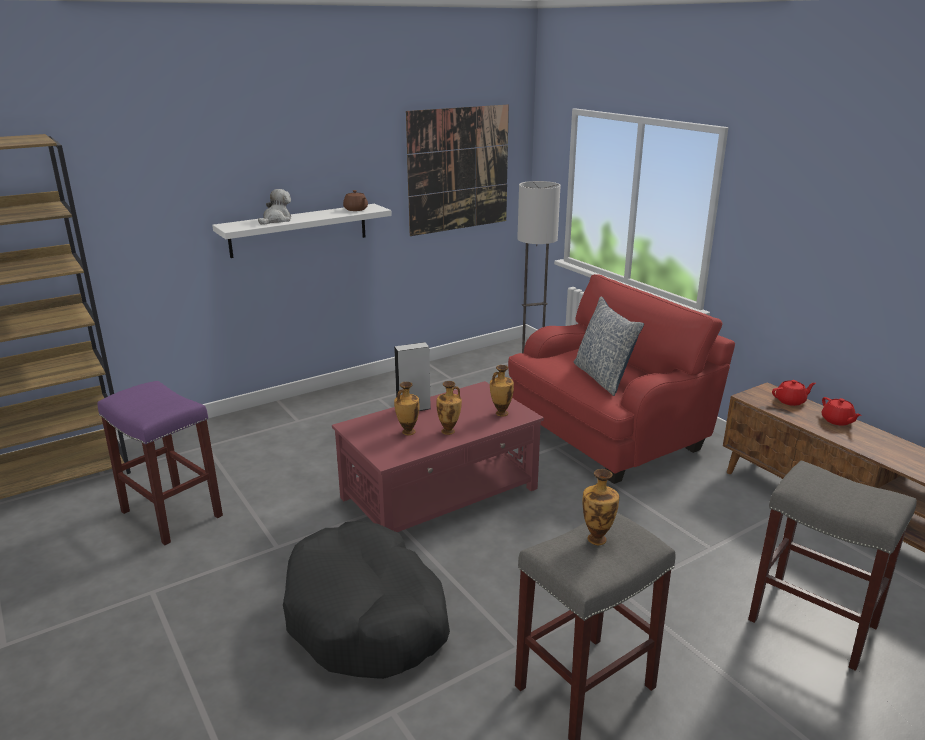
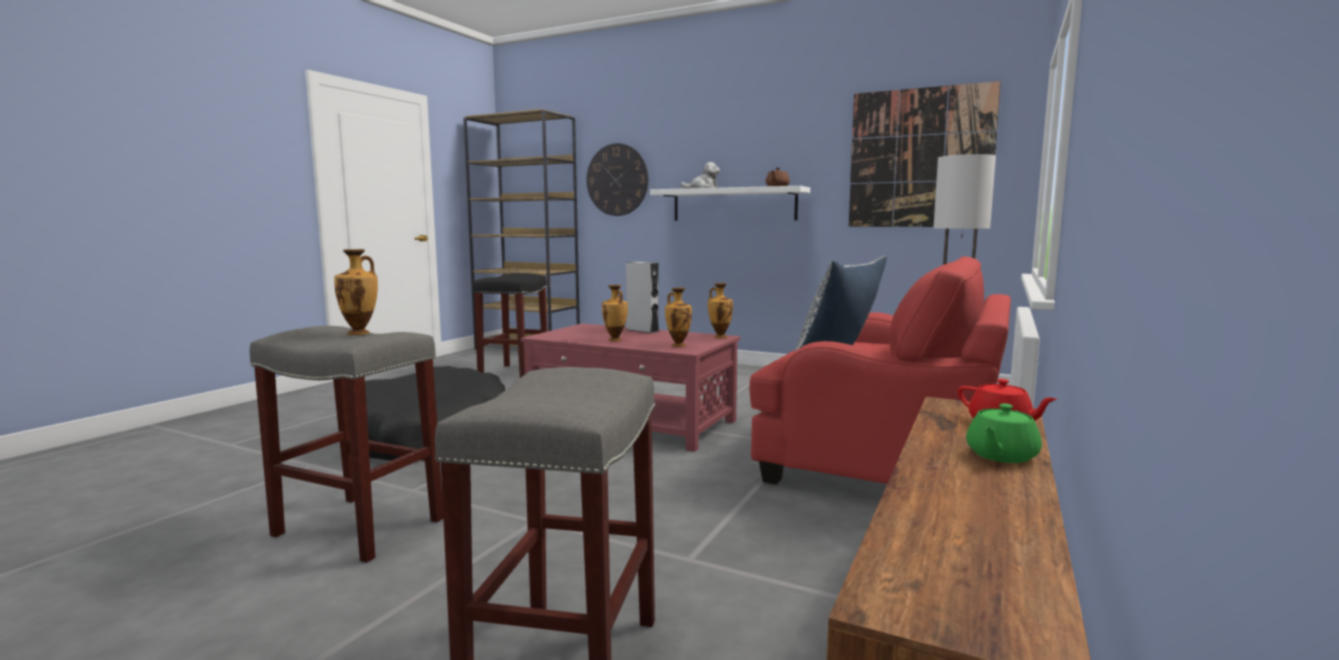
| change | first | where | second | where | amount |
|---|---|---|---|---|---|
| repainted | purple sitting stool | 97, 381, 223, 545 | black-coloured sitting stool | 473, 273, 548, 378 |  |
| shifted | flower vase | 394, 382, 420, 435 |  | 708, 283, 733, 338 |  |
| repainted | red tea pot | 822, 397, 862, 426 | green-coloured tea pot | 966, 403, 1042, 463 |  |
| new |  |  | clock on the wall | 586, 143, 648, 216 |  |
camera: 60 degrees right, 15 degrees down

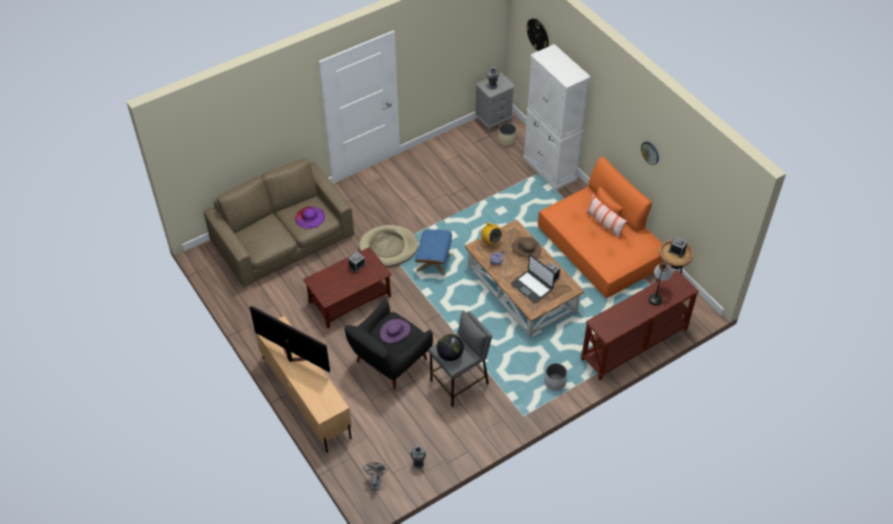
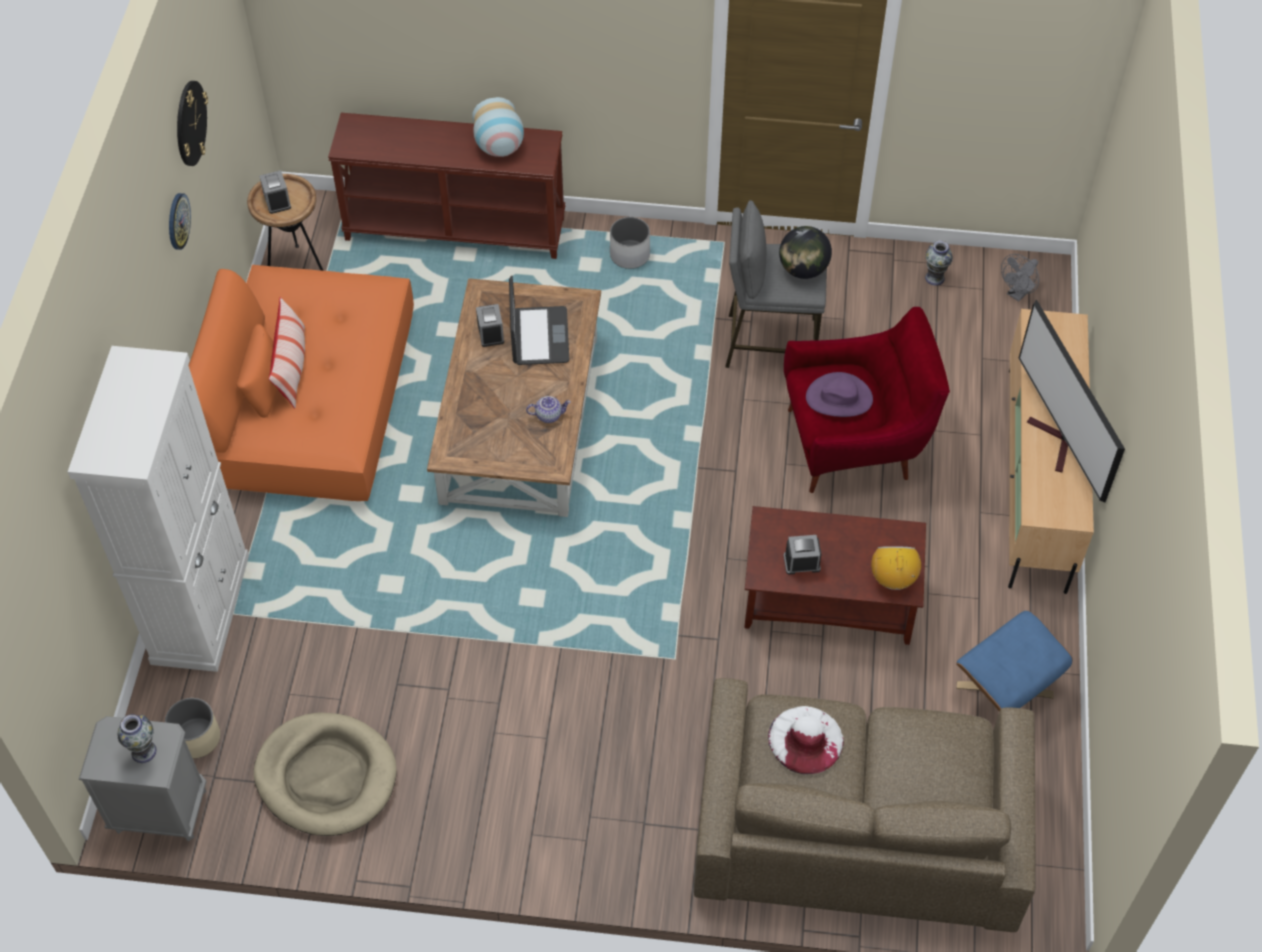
| change | first | where | second | where | amount |
|---|---|---|---|---|---|
| shifted | clock on the wall | 526, 18, 549, 51 |  | 177, 81, 208, 166 |  |
| repainted | purple hat | 295, 206, 325, 229 | whitish hat | 768, 706, 844, 774 |  |
| shifted | radio | 480, 222, 502, 246 |  | 871, 546, 921, 590 |  |
| shifted | sand-coloured dog bed | 359, 225, 418, 267 |  | 254, 713, 397, 836 |  |
| shifted | blue ottoman | 415, 229, 452, 276 |  | 956, 611, 1073, 712 |  |
| gone | brown hat | 512, 237, 541, 258 |  |  |  |
| gone | lamp for a table | 648, 262, 673, 306 |  |  |  |
| repainted | black-coloured lounge chair | 344, 299, 433, 390 | red lounge chair | 784, 307, 950, 493 |  |
| new |  |  | flower vase | 472, 97, 524, 157 |  |
camera: 140 degrees left, 5 degrees up

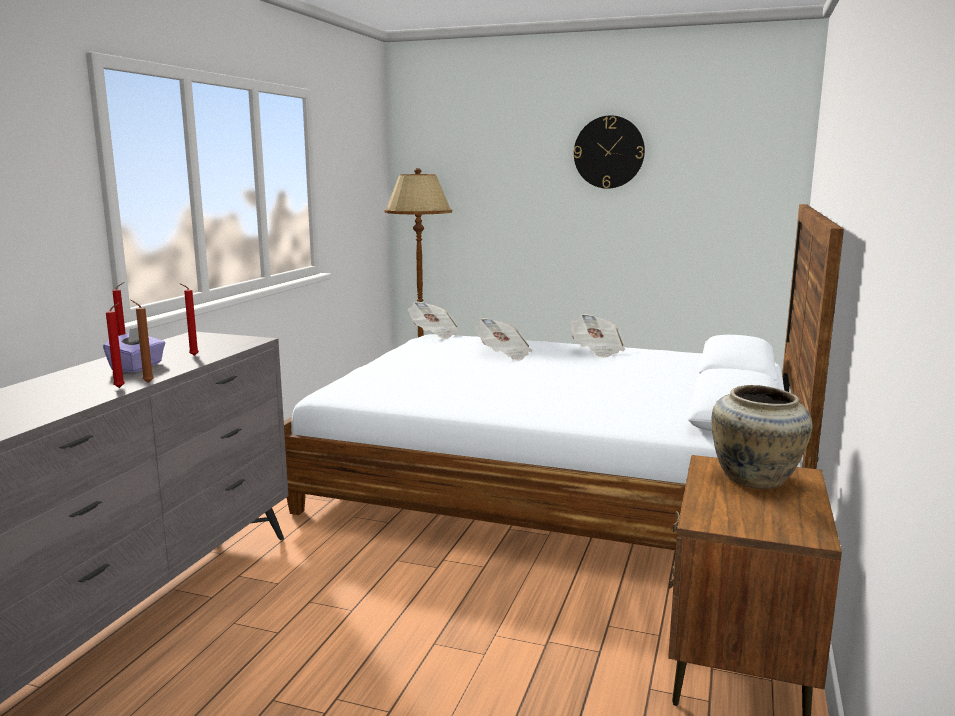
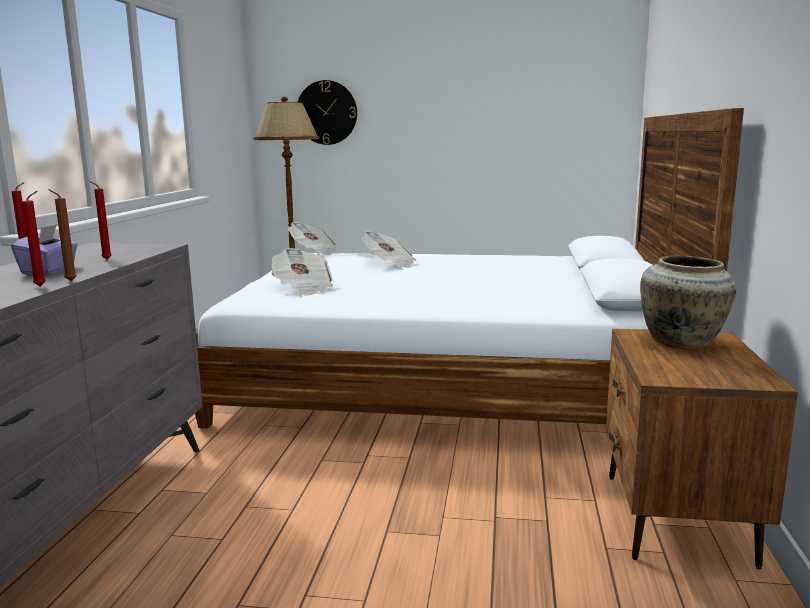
| change | first | where | second | where | amount |
|---|---|---|---|---|---|
| shifted | clock on the wall | 574, 115, 645, 189 |  | 298, 80, 357, 145 |  |
| shifted | printed paper | 571, 314, 625, 358 |  | 271, 248, 333, 296 |  |
camera: 10 degrees left, 0 degrees up

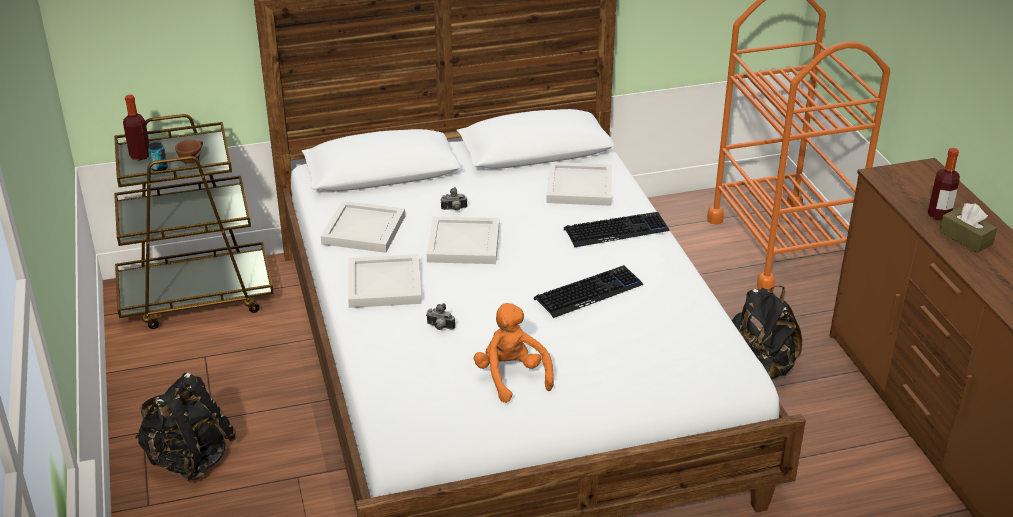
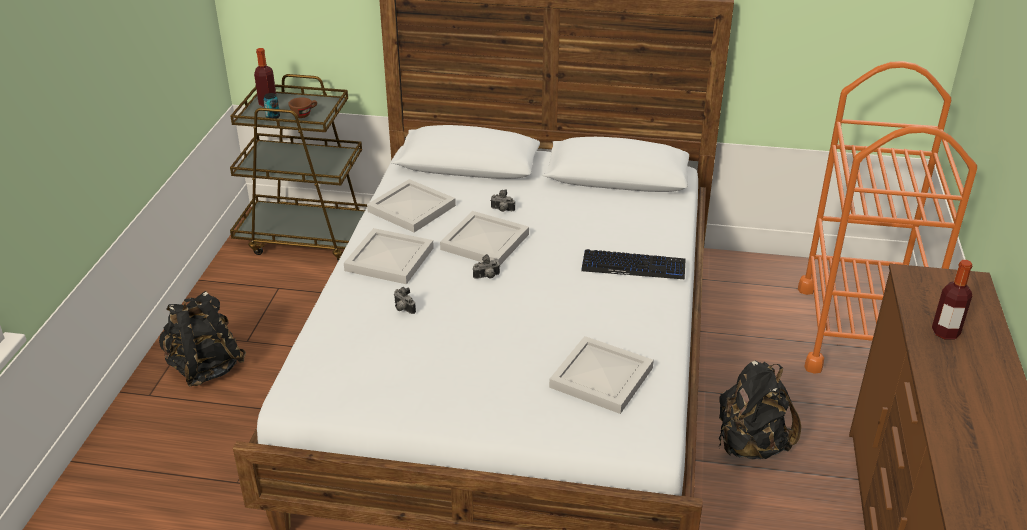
| change | first | where | second | where | amount |
|---|---|---|---|---|---|
| shifted | whitish tray | 546, 162, 612, 206 |  | 549, 336, 654, 414 |  |
| gone | brown tissue box | 939, 203, 997, 253 |  |  |  |
| gone | computer keyboard | 534, 265, 643, 318 |  |  |  |
| gone | orangey soft toy | 473, 303, 554, 403 |  |  |  |
| new |  |  | still camera | 473, 254, 500, 279 |  |
camera: 25 degrees right, 0 degrees up

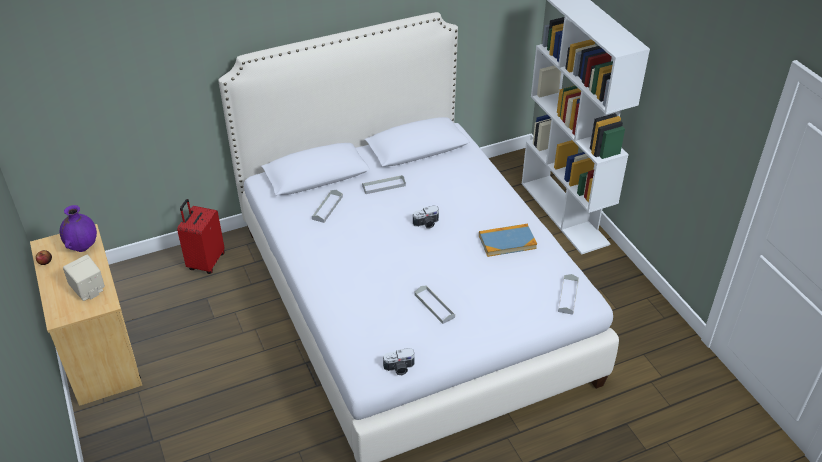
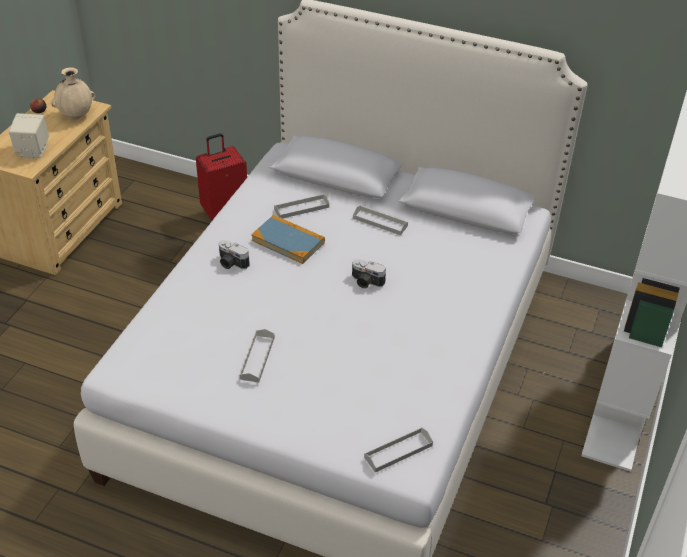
| change | first | where | second | where | amount |
|---|---|---|---|---|---|
| repainted | purple flower vase | 60, 205, 97, 252 | sand-coloured flower vase | 51, 67, 96, 120 |  |
| shifted | book | 479, 224, 537, 257 |  | 251, 215, 325, 264 |  |
| shifted | still camera | 383, 348, 414, 375 |  | 219, 240, 250, 269 |  |
camera: 45 degrees right, 0 degrees up

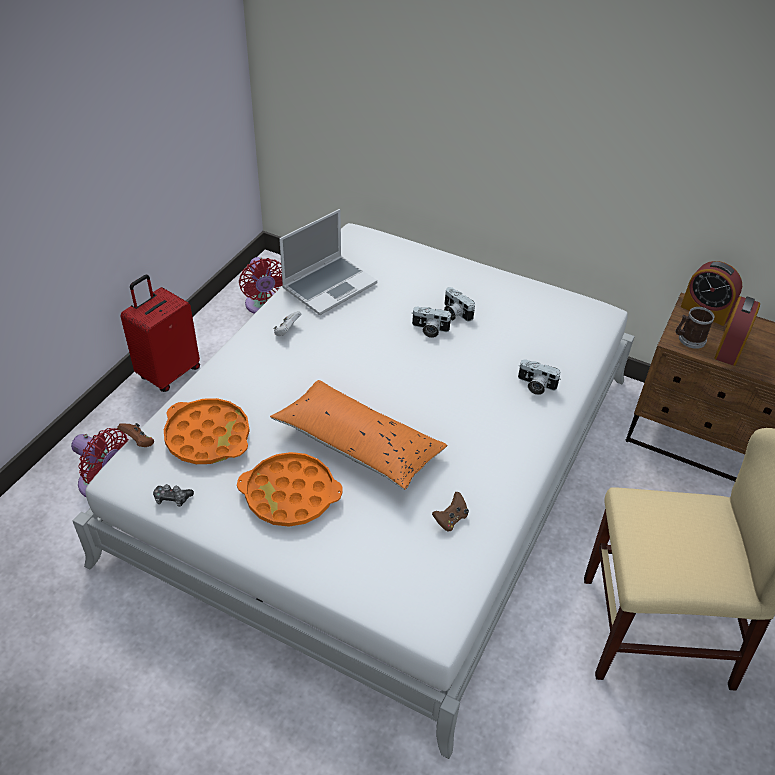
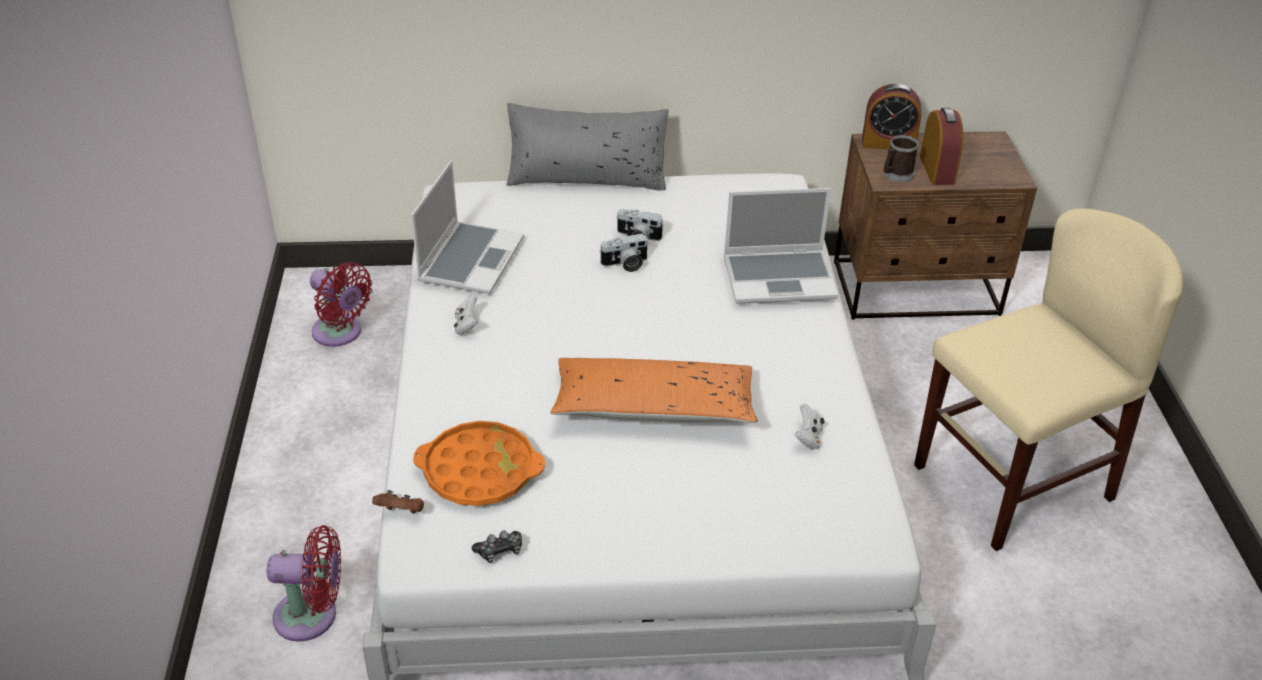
| change | first | where | second | where | amount |
|---|---|---|---|---|---|
| gone | red travel case | 120, 275, 200, 392 |  |  |  |
| swapped | still camera | 518, 359, 561, 395 | notebook computer | 724, 188, 838, 304 |  |
| gone | orangey tray | 237, 452, 342, 527 |  |  |  |
| repainted | brown gamepad | 432, 492, 469, 531 | whitish gamepad | 795, 404, 825, 450 |  |
| new |  |  | gray throw pillow | 506, 103, 668, 191 |  |
camera: 30 degrees left, 5 degrees down

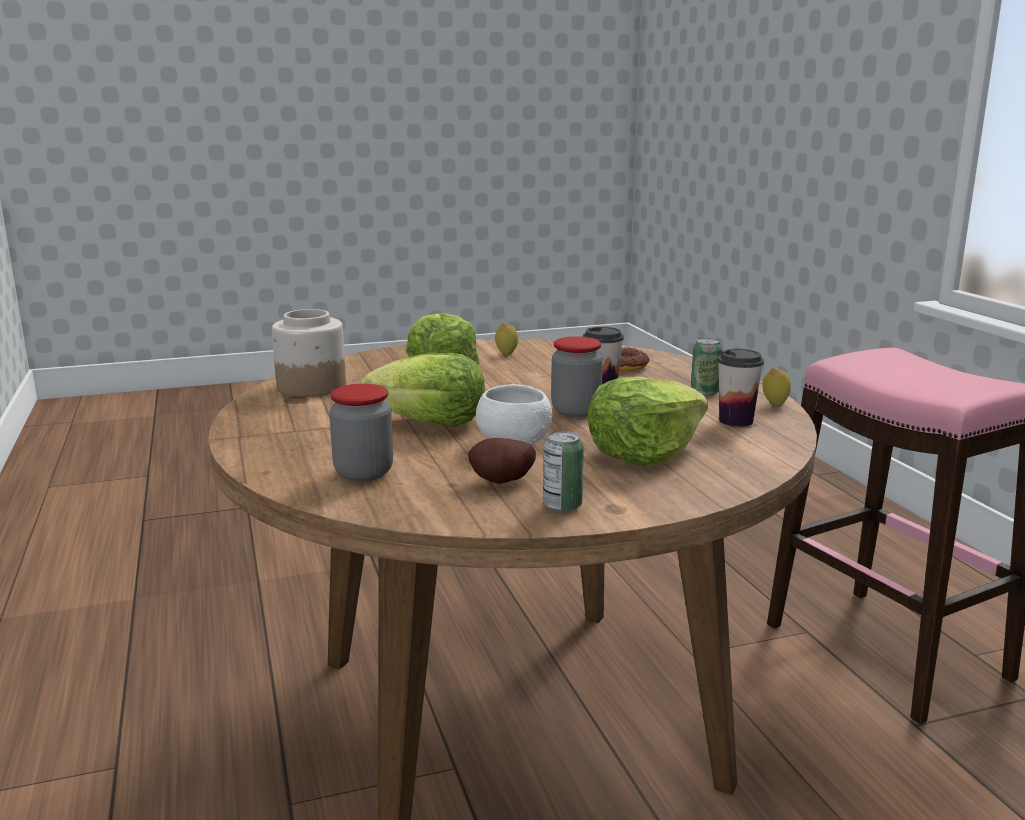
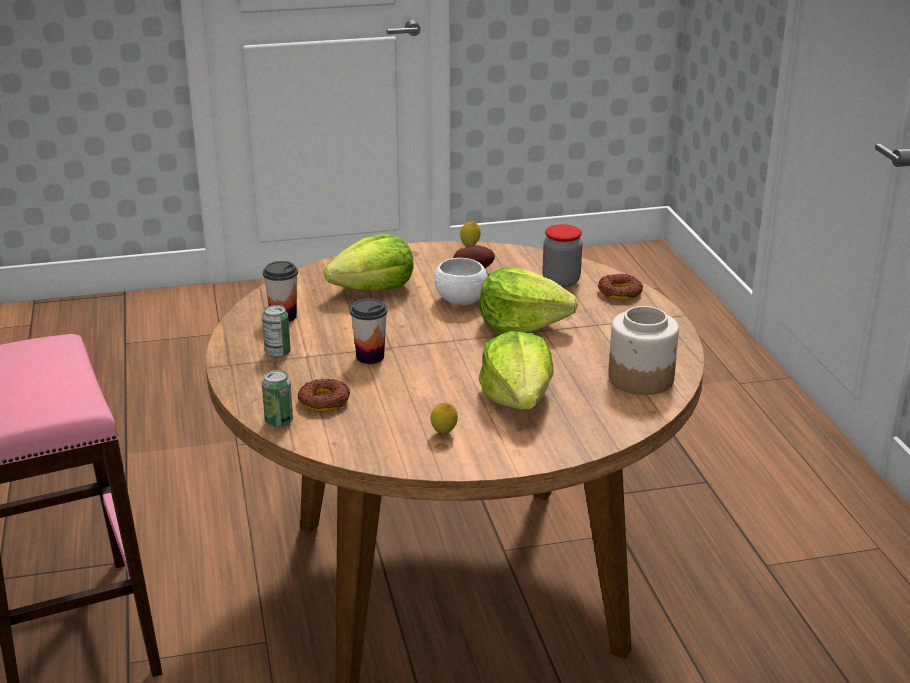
| change | first | where | second | where | amount |
|---|---|---|---|---|---|
| gone | preserve jar | 551, 336, 603, 417 |  |  |  |
| shifted | whole lemon | 762, 368, 791, 406 |  | 460, 222, 481, 247 |  |
| shifted | sealed can | 543, 431, 584, 512 |  | 262, 370, 293, 428 |  |
| new |  |  | donut | 598, 274, 643, 300 |  |
camera: 175 degrees left, 10 degrees up

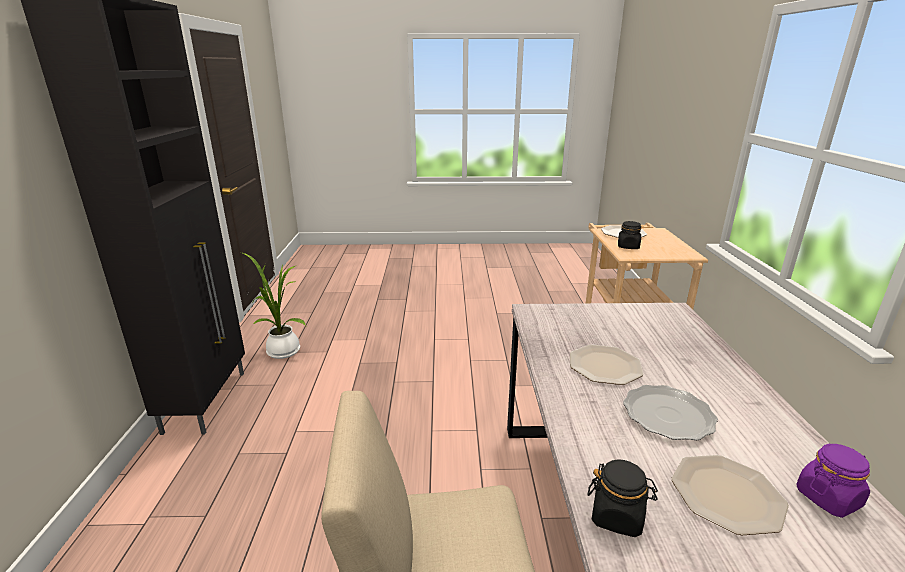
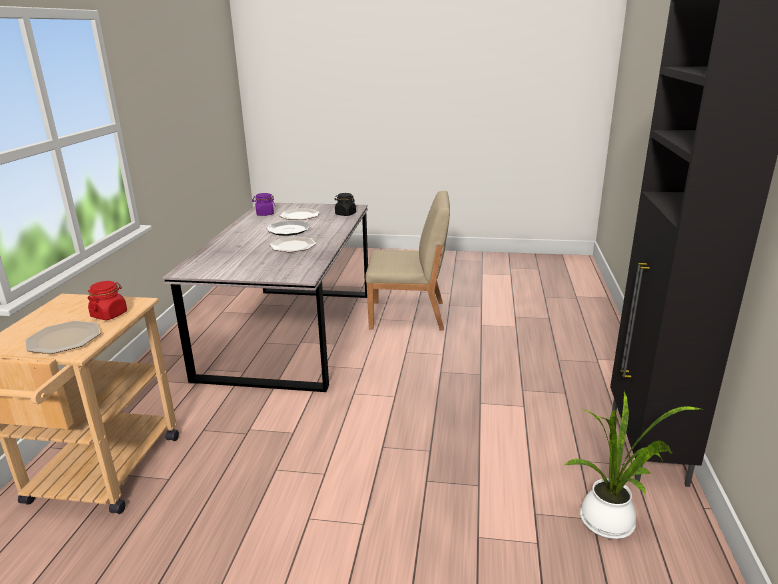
| change | first | where | second | where | amount |
|---|---|---|---|---|---|
| repainted | black-coloured preserve jar | 618, 221, 642, 249 | red preserve jar | 88, 281, 127, 320 |  |
camera: 170 degrees left, 0 degrees up

